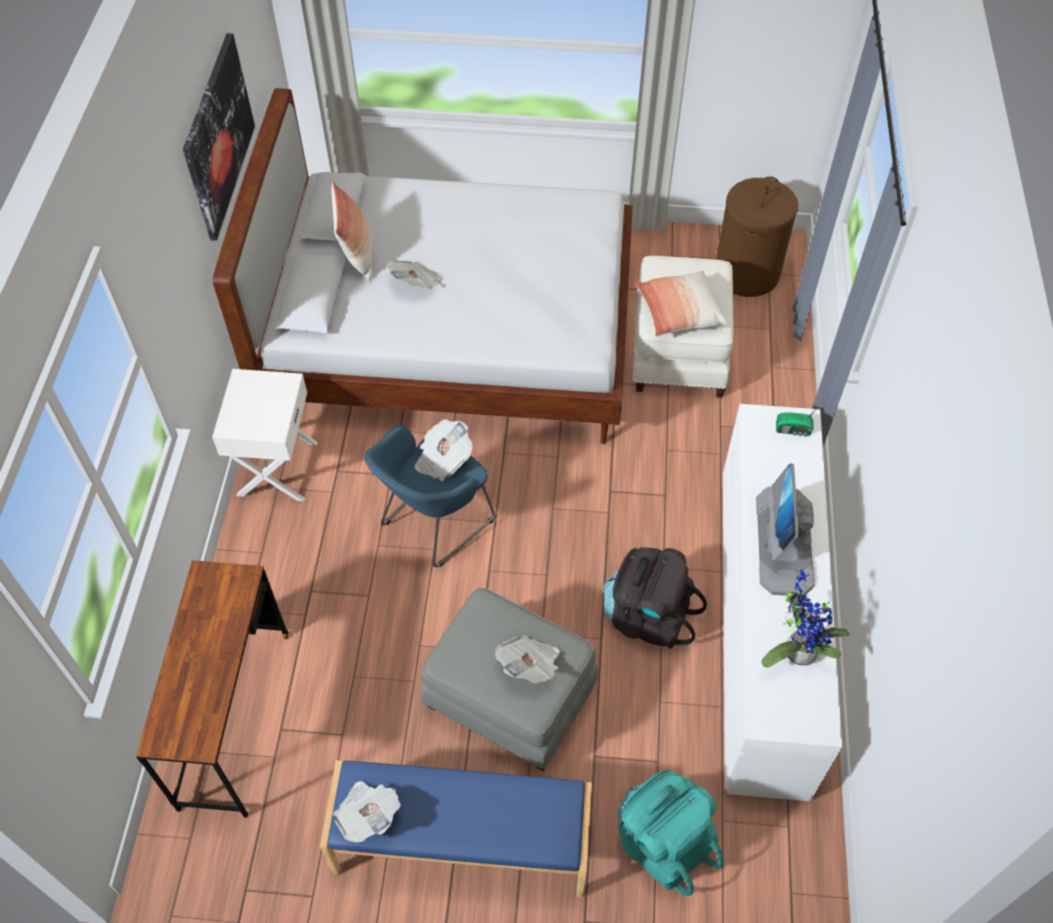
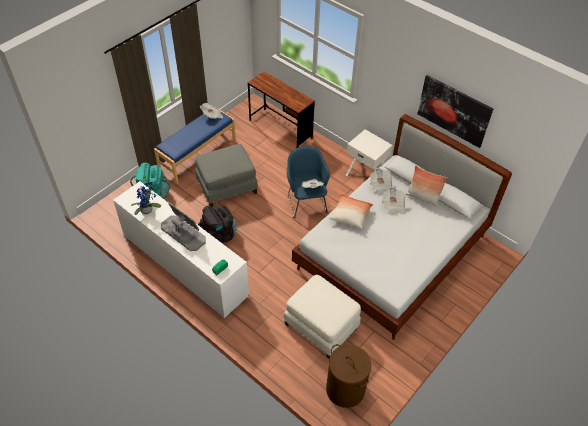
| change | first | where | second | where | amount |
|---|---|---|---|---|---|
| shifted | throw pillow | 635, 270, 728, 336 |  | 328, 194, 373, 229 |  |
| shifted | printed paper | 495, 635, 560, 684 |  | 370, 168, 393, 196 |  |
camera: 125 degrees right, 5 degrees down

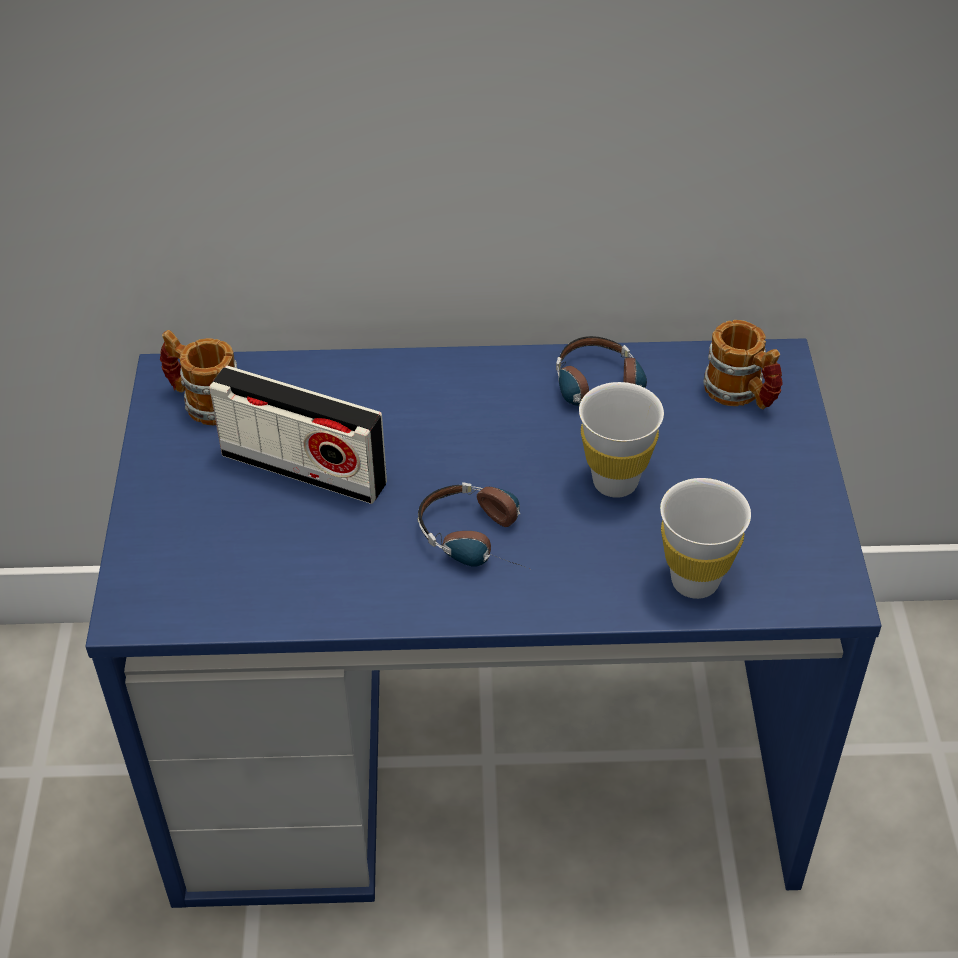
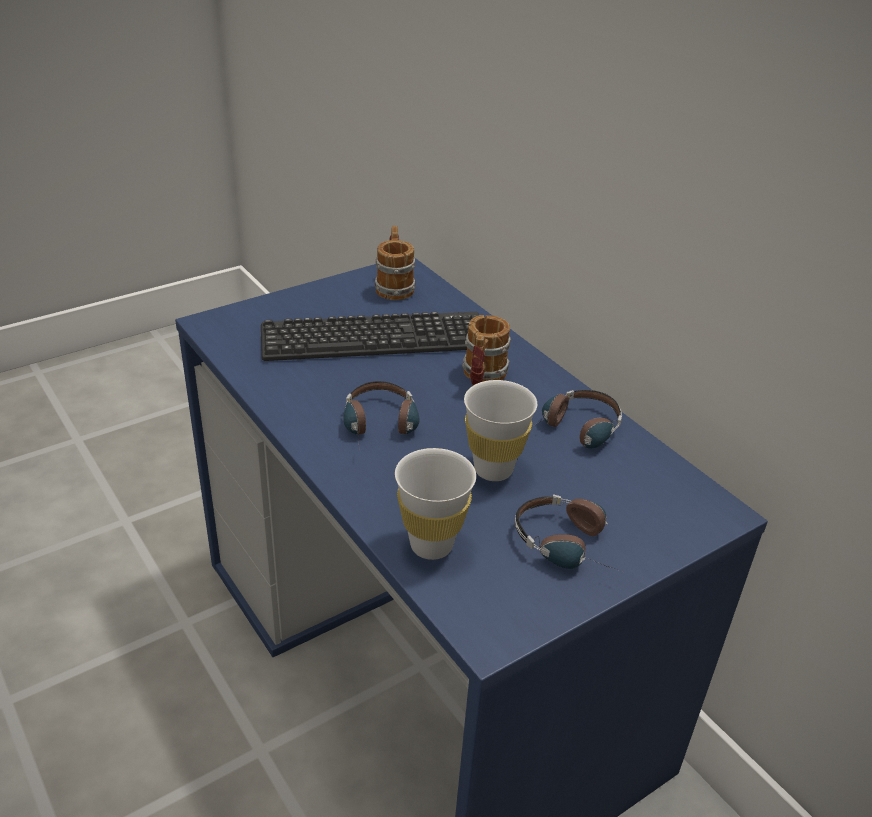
| change | first | where | second | where | amount |
|---|---|---|---|---|---|
| shifted | coffee mug | 703, 320, 783, 409 |  | 462, 315, 511, 385 |  |
| swapped | radio | 209, 365, 387, 504 | computer keyboard | 261, 312, 479, 361 |  |
| new |  |  | pair of headphones | 515, 494, 622, 572 |  |
camera: 55 degrees right, 10 degrees down

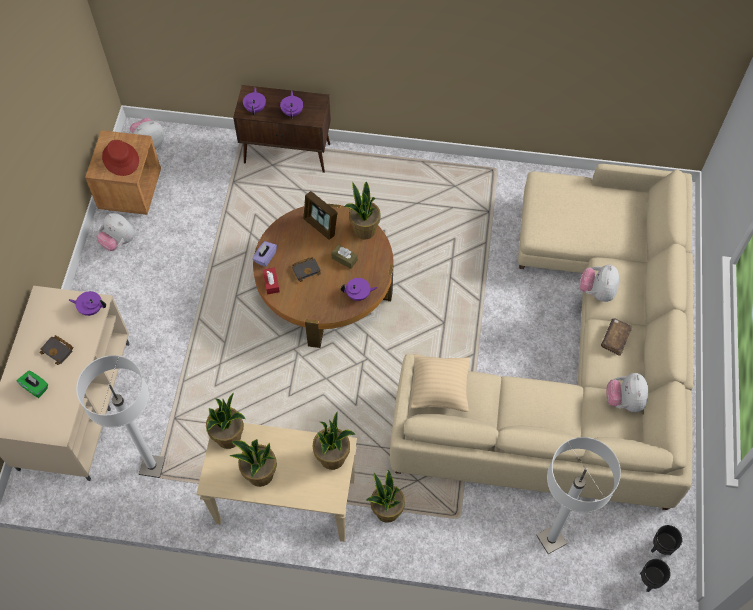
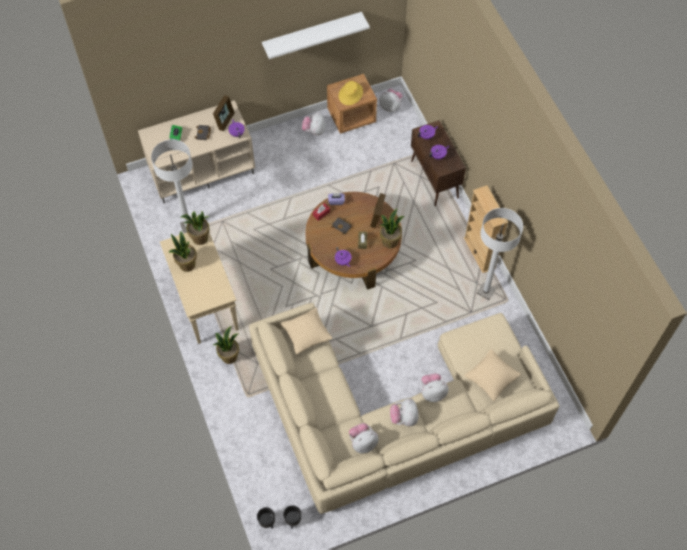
| change | first | where | second | where | amount |
|---|---|---|---|---|---|
| repainted | red hat | 102, 140, 139, 176 | yellow hat | 339, 81, 363, 105 |  |
| swapped | brown book | 601, 318, 633, 356 | soft toy | 390, 399, 419, 426 |  |
| gone | potted plant | 313, 412, 356, 470 |  |  |  |
| shifted | whitish floor lamp | 536, 437, 621, 554 |  | 477, 208, 523, 300 |  |
| new |  |  | whitish shelf | 262, 12, 370, 59 |  |
| new |  |  | standing frame | 213, 95, 235, 131 |  |
| new |  |  | sand-coloured bookcase | 464, 185, 508, 273 |  |
| new |  |  | sand-coloured throw pillow | 464, 349, 521, 401 |  |
camera: 60 degrees right, 0 degrees up

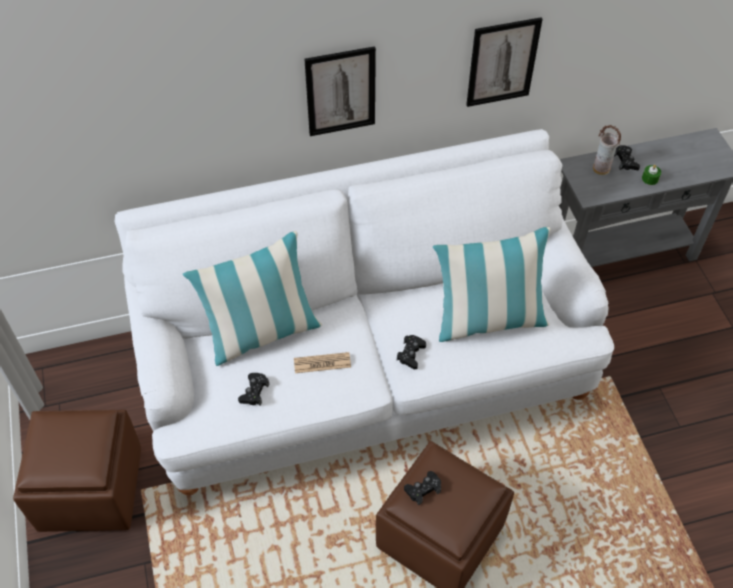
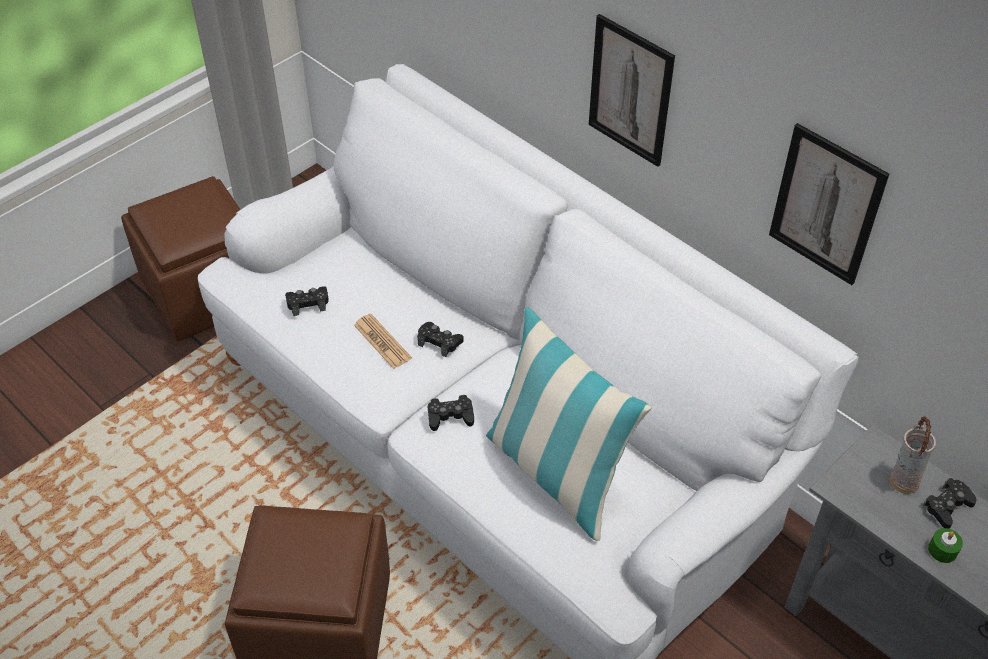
| change | first | where | second | where | amount |
|---|---|---|---|---|---|
| gone | throw pillow | 183, 231, 322, 366 |  |  |  |
| shifted | black-coloured gamepad | 404, 471, 441, 505 |  | 417, 322, 464, 357 |  |
camera: 60 degrees right, 5 degrees down

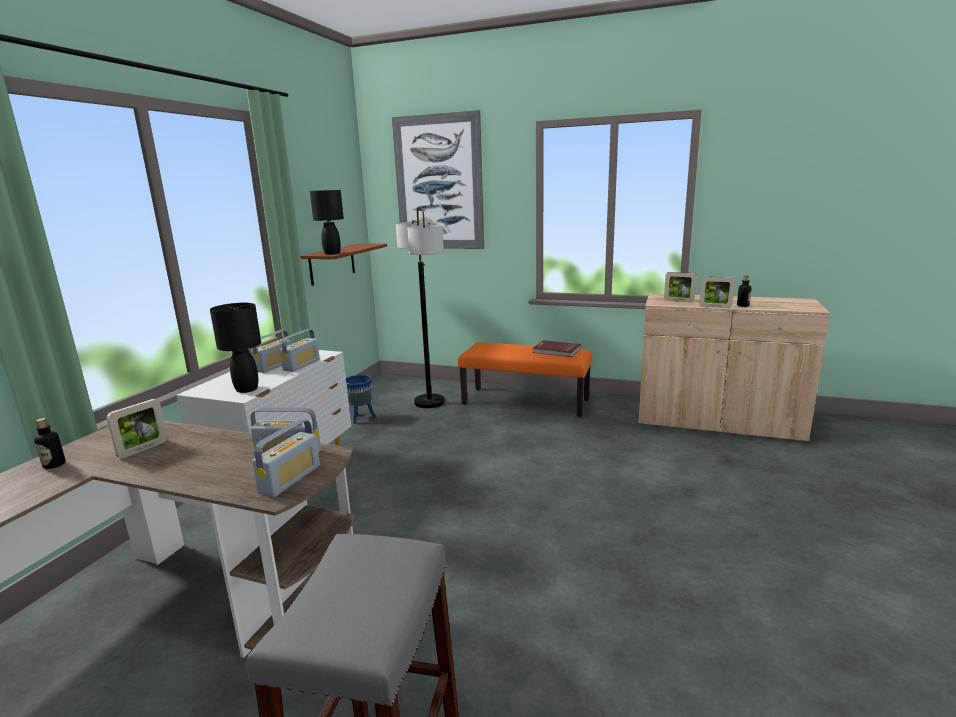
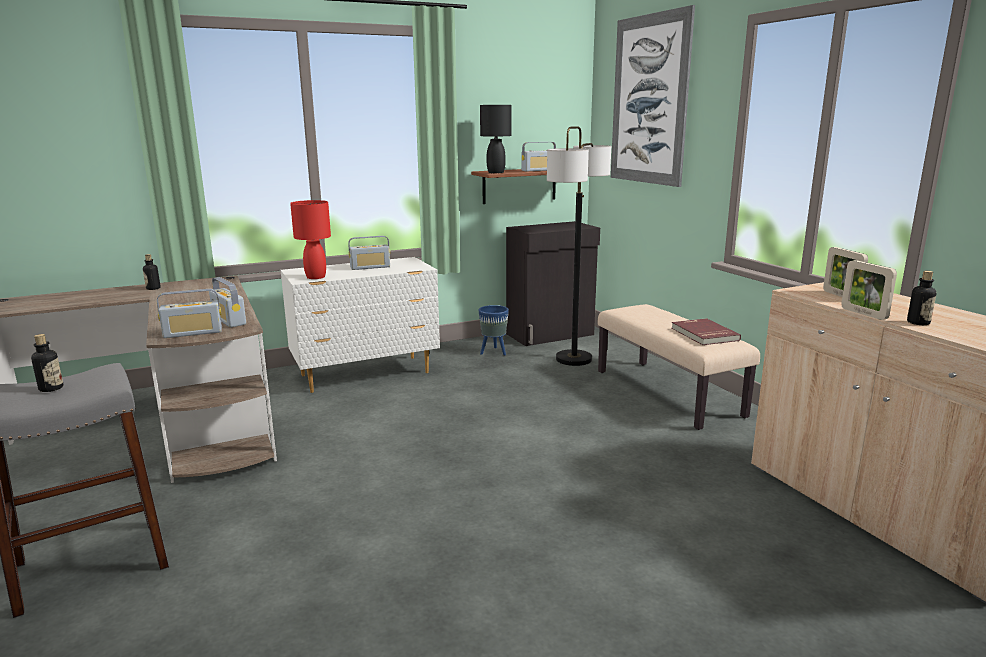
| change | first | where | second | where | amount |
|---|---|---|---|---|---|
| repainted | black-coloured lamp for a table | 210, 303, 261, 393 | red lamp for a table | 290, 200, 331, 279 |  |
| shifted | radio | 280, 329, 320, 372 |  | 521, 142, 556, 171 |  |
| repainted | orangey indoor bench | 458, 342, 592, 417 | sand-coloured indoor bench | 598, 304, 760, 430 |  |
| gone | standing frame | 107, 399, 168, 458 |  |  |  |
| new |  |  | black-coloured cabinet | 506, 221, 600, 346 |  |
| new |  |  | bottle | 31, 334, 63, 392 |  |
camera: 45 degrees right, 0 degrees up

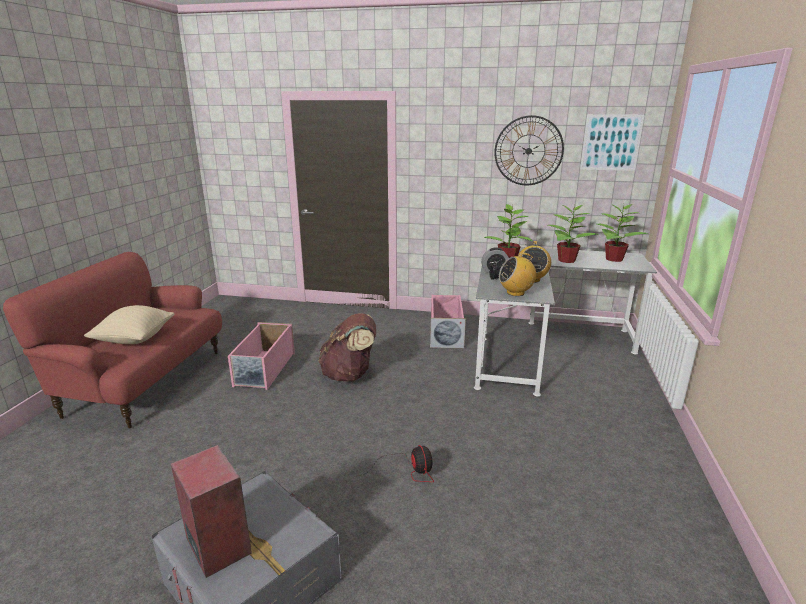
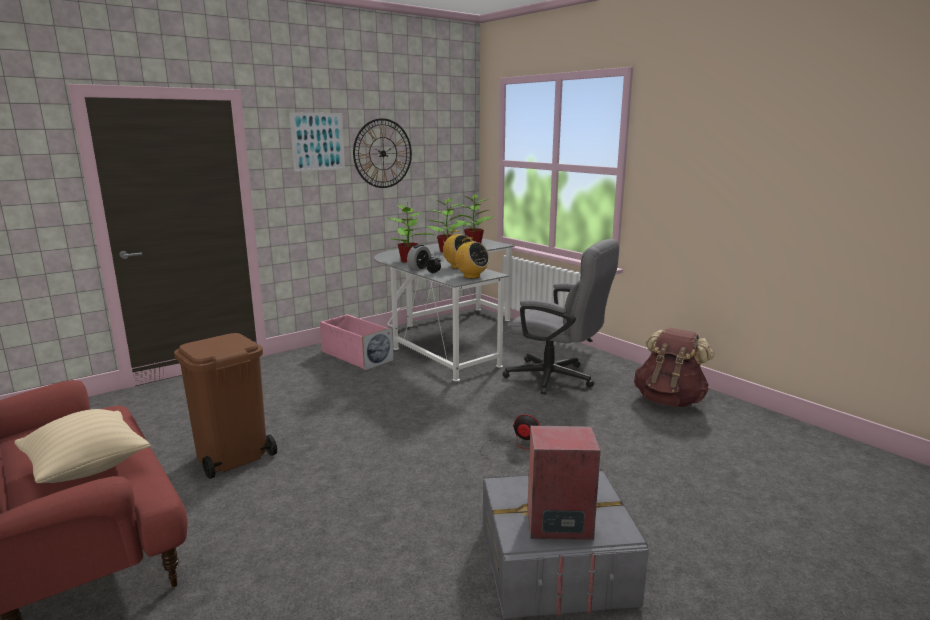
| change | first | where | second | where | amount |
|---|---|---|---|---|---|
| shifted | picture | 580, 114, 645, 171 |  | 289, 112, 345, 172 |  |
| rotated | radio | 499, 252, 536, 296 |  | 453, 237, 489, 279 | 75 degrees counterclockwise |
| shifted | brown knapsack | 318, 313, 376, 382 |  | 634, 328, 714, 407 |  |
| swapped | pink-coloured storage bin | 228, 322, 295, 390 | brown waste bin | 174, 333, 277, 479 |  |
| new |  |  | gray computer chair | 502, 239, 619, 395 |  |
camera: 50 degrees left, 5 degrees down

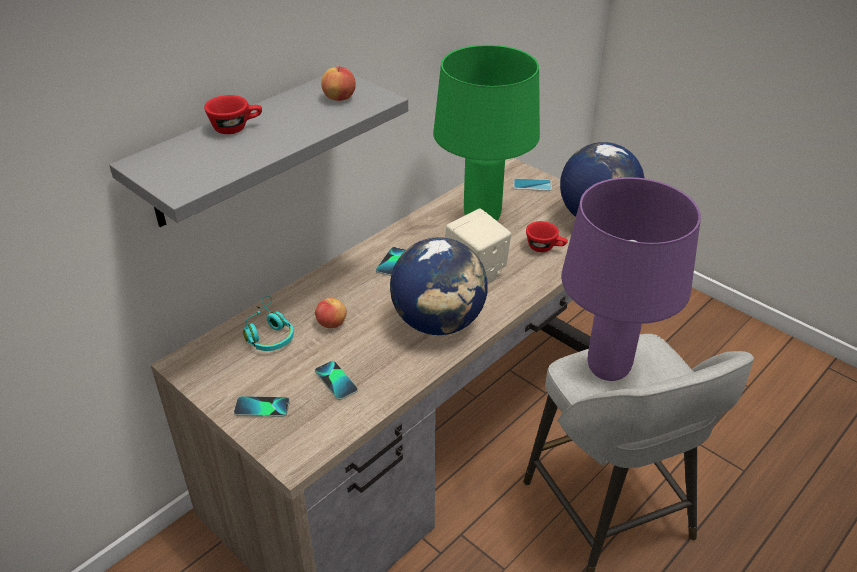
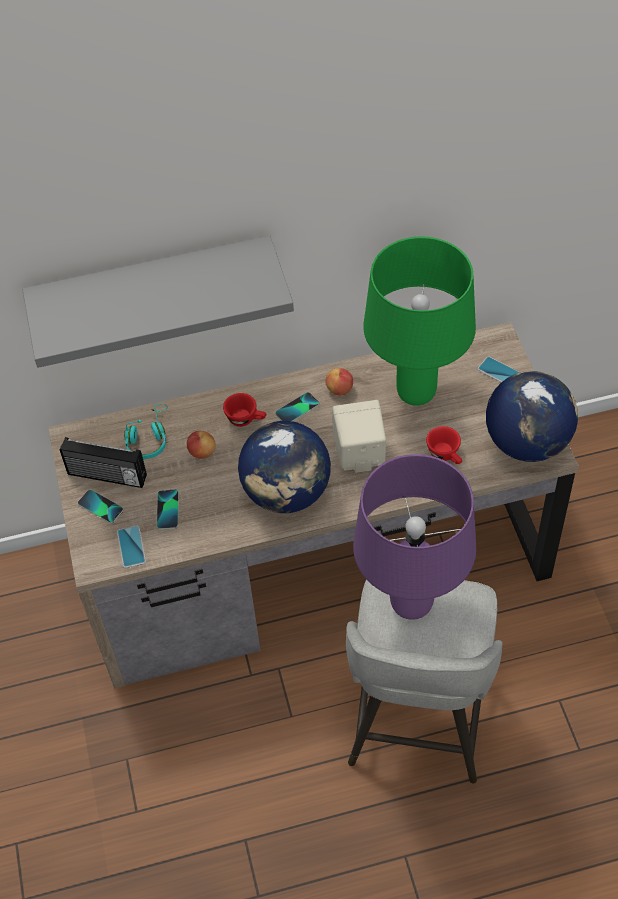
| change | first | where | second | where | amount |
|---|---|---|---|---|---|
| shifted | whole apple | 321, 67, 356, 101 |  | 325, 368, 353, 396 |  |
| shifted | red cup | 204, 95, 262, 134 |  | 223, 393, 266, 427 |  |
| new |  |  | radio | 60, 437, 147, 488 |  |
| new |  |  | phone | 117, 526, 146, 568 |  |
camera: 35 degrees right, 15 degrees up

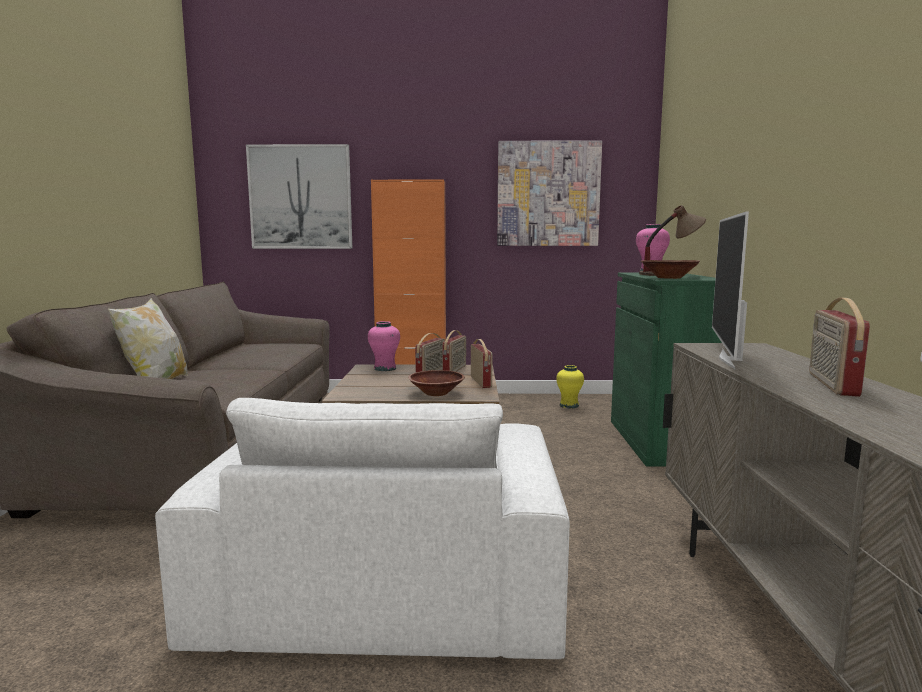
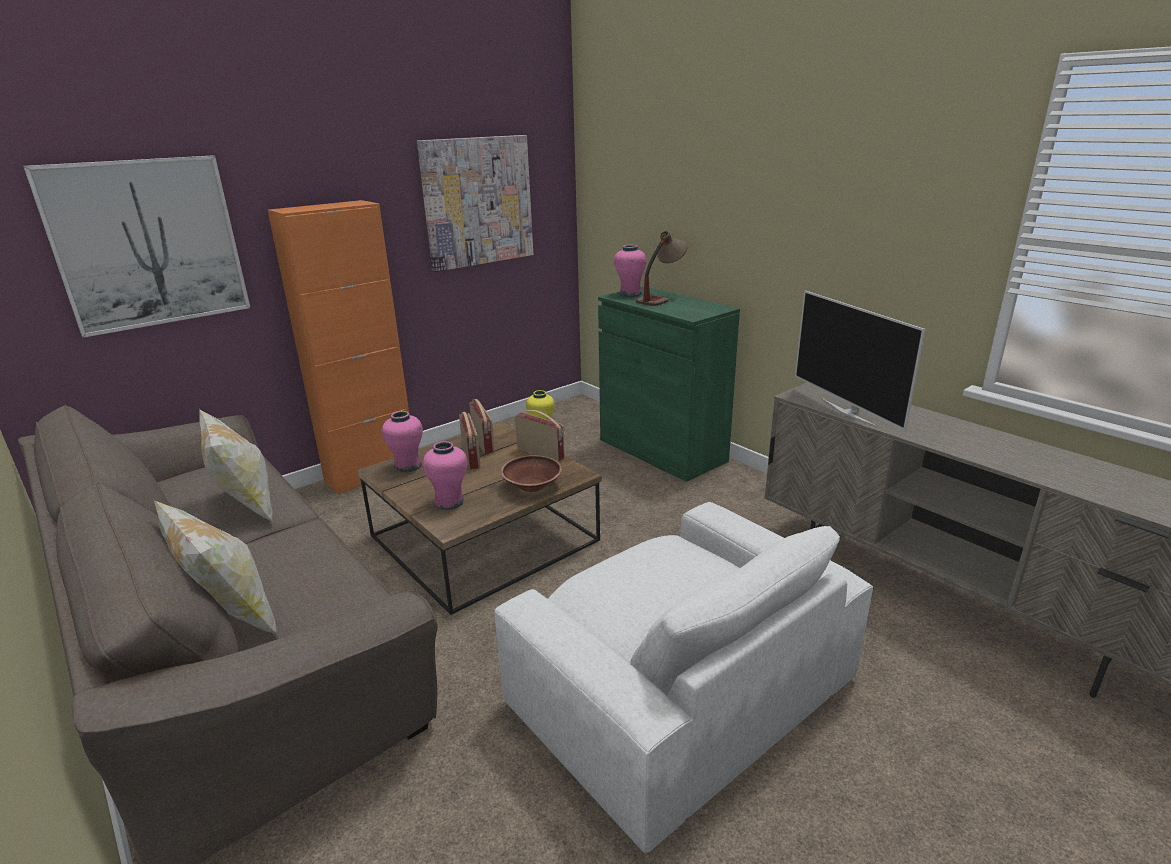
| change | first | where | second | where | amount |
|---|---|---|---|---|---|
| gone | brown deep dish | 641, 260, 700, 279 |  |  |  |
| gone | radio | 809, 298, 870, 397 |  |  |  |
| new |  |  | throw pillow | 199, 409, 273, 522 |  |
| new |  |  | pink-coloured flower vase | 423, 441, 467, 510 |  |
camera: 40 degrees left, 15 degrees up

